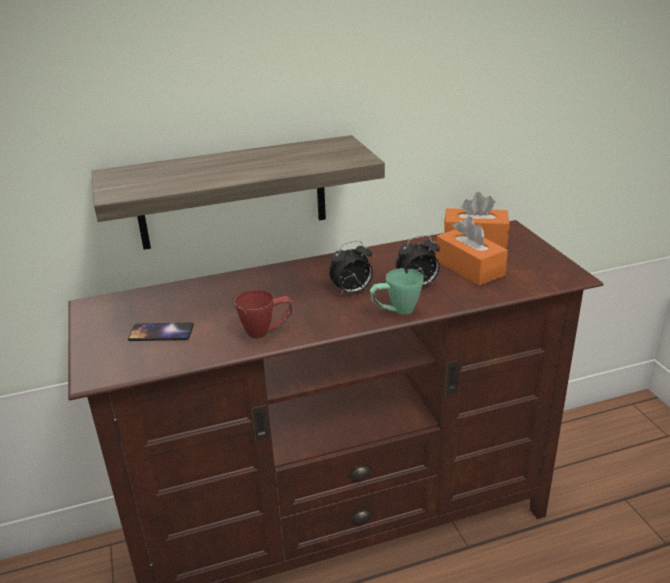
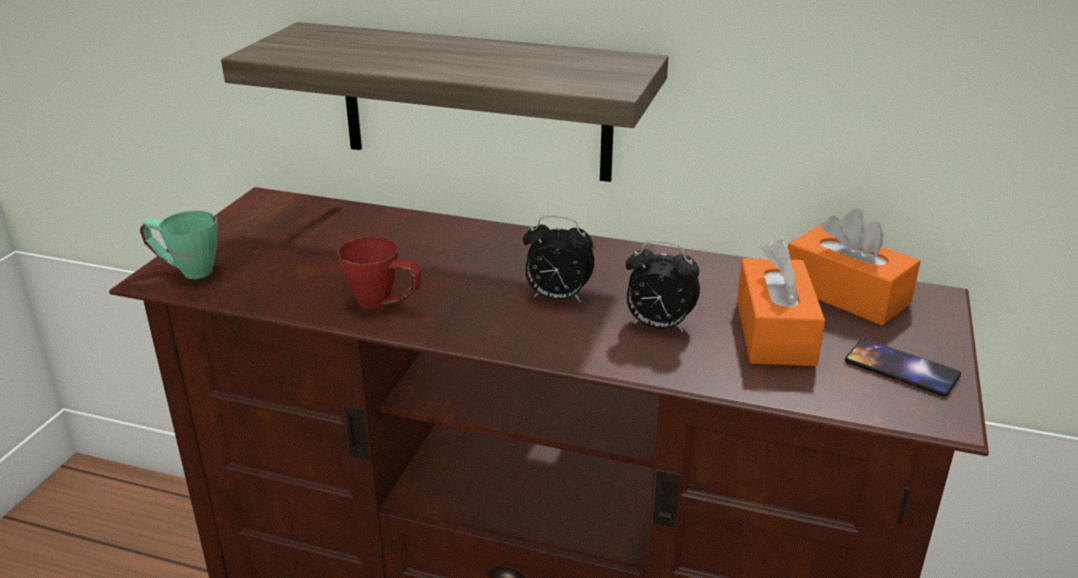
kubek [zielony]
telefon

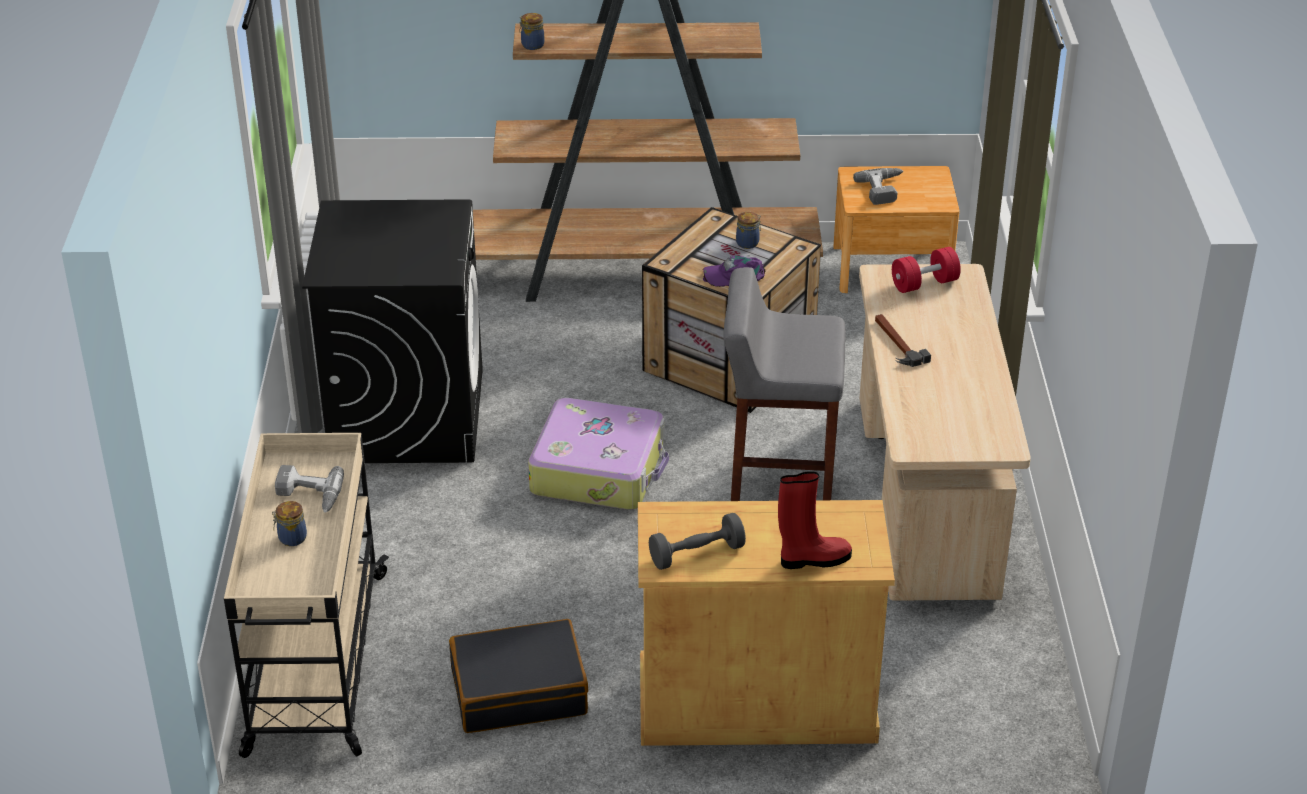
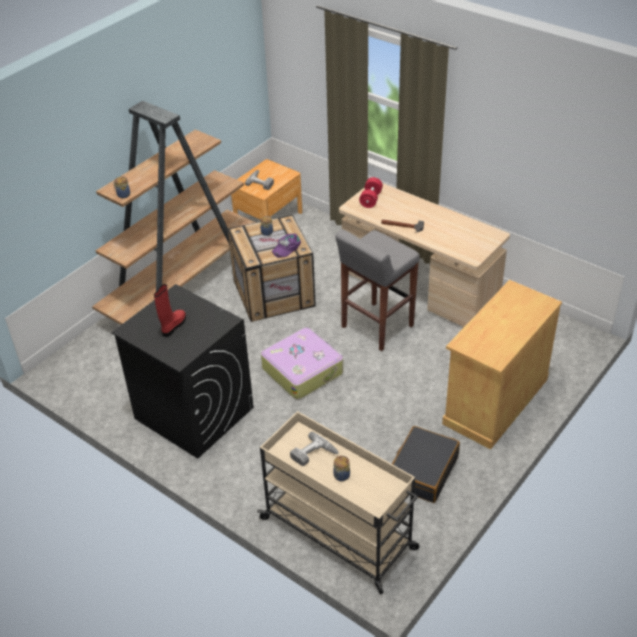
but z cholewką [czerwony]
hantel [szary]

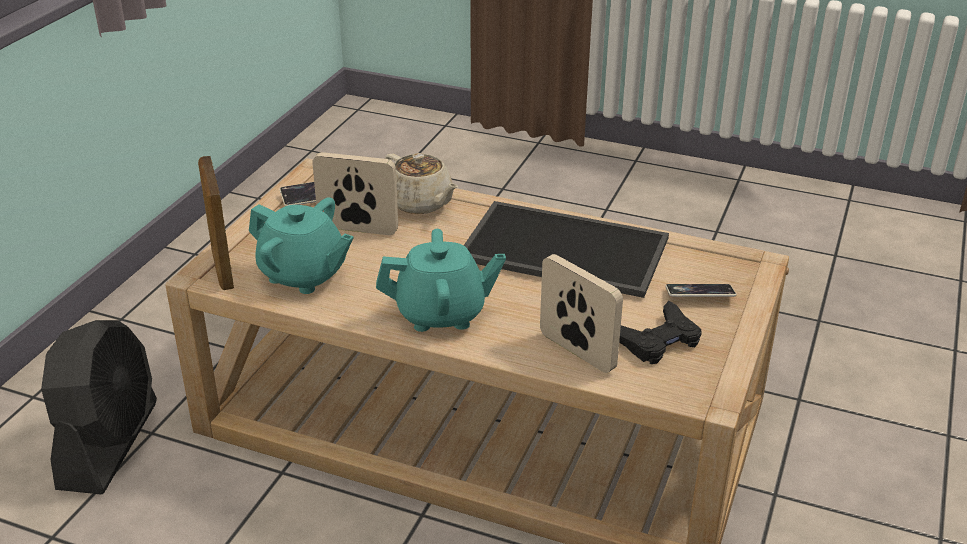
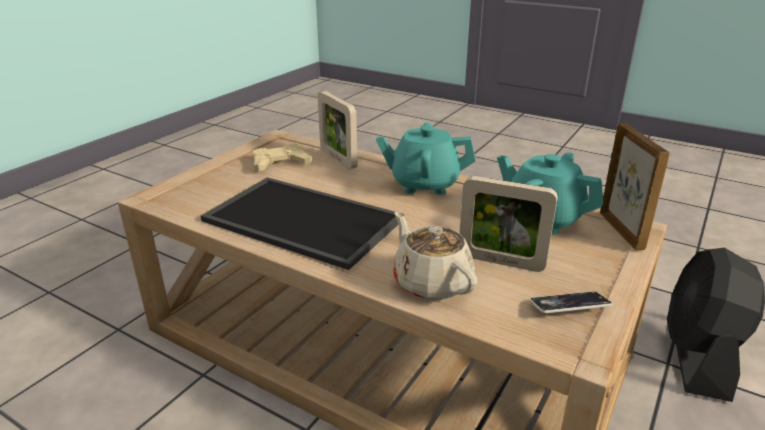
pad do gier [beżowy]
telefon (no. 2 from left in the first image)

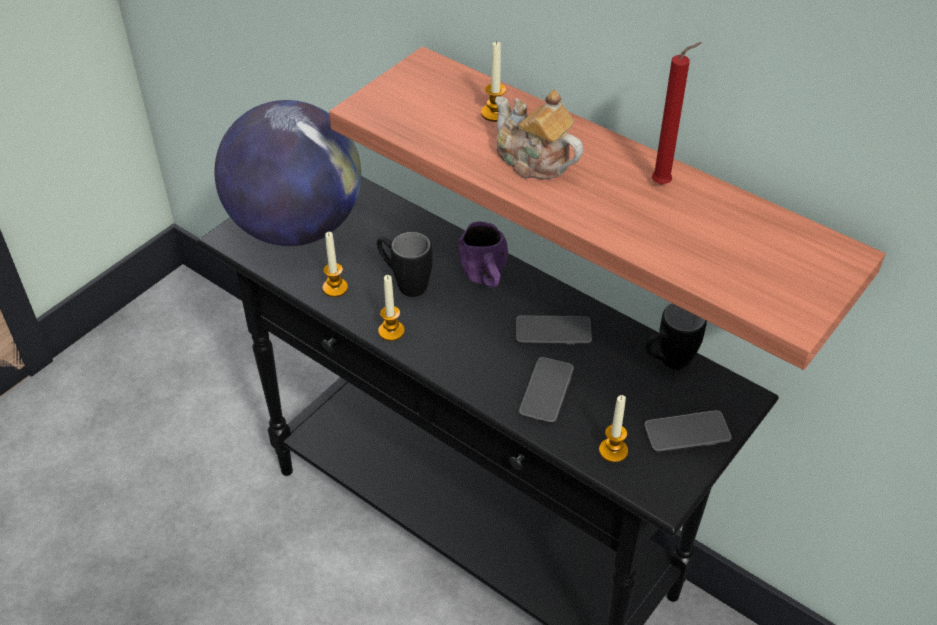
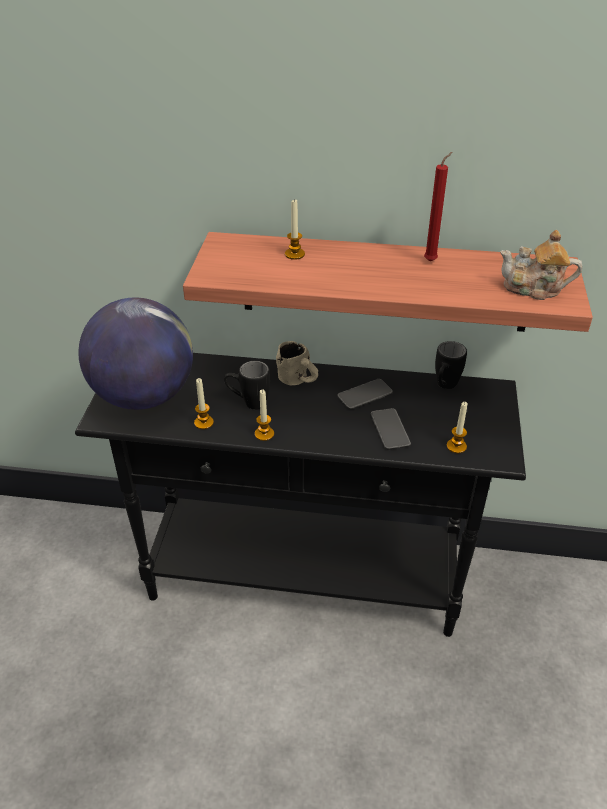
kubek [beżowy]
imbryk
telefon (no. 3 from left in the first image)

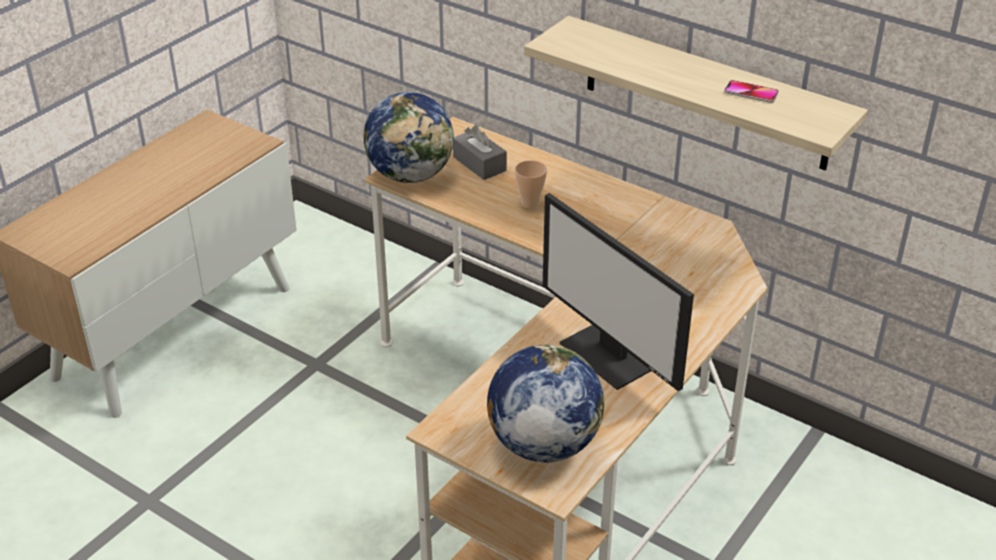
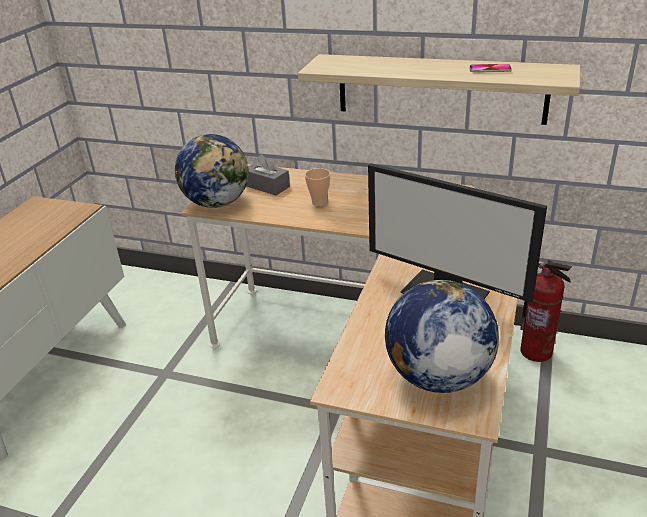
gaśnica

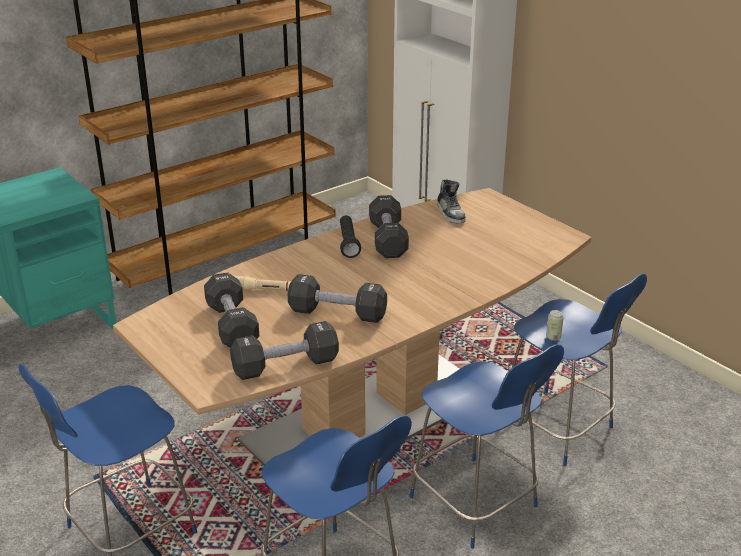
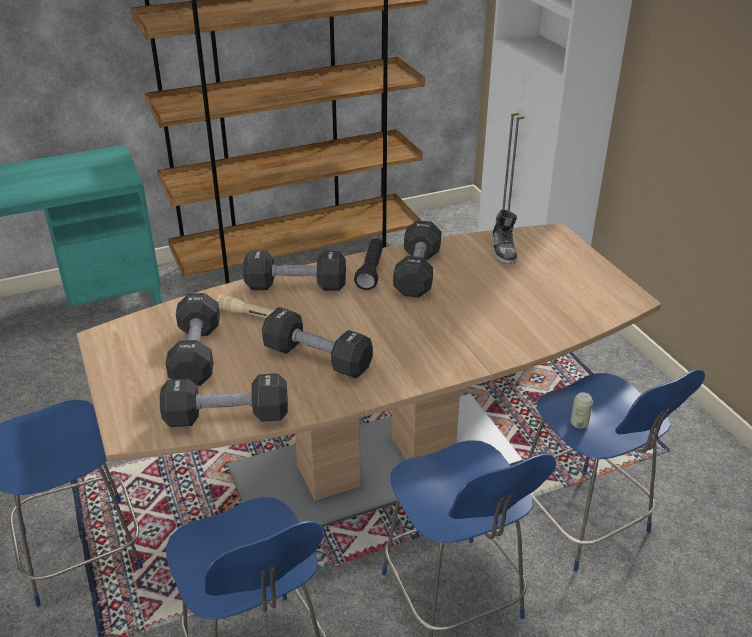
hantel [czarny] (no. 3 from left)

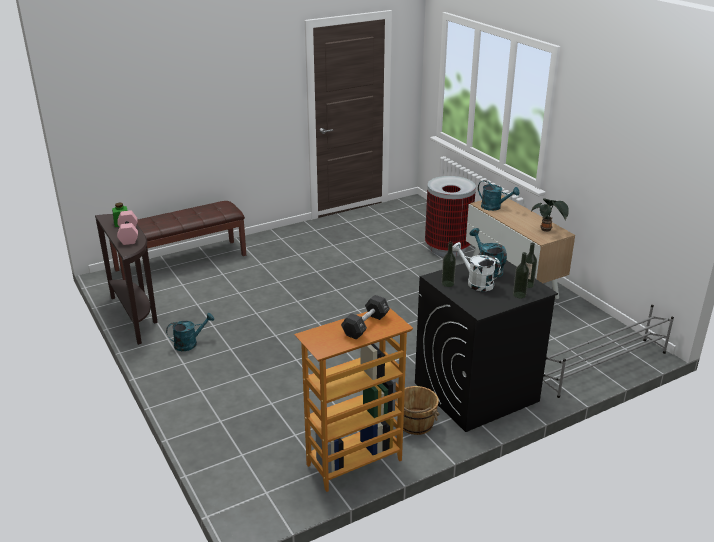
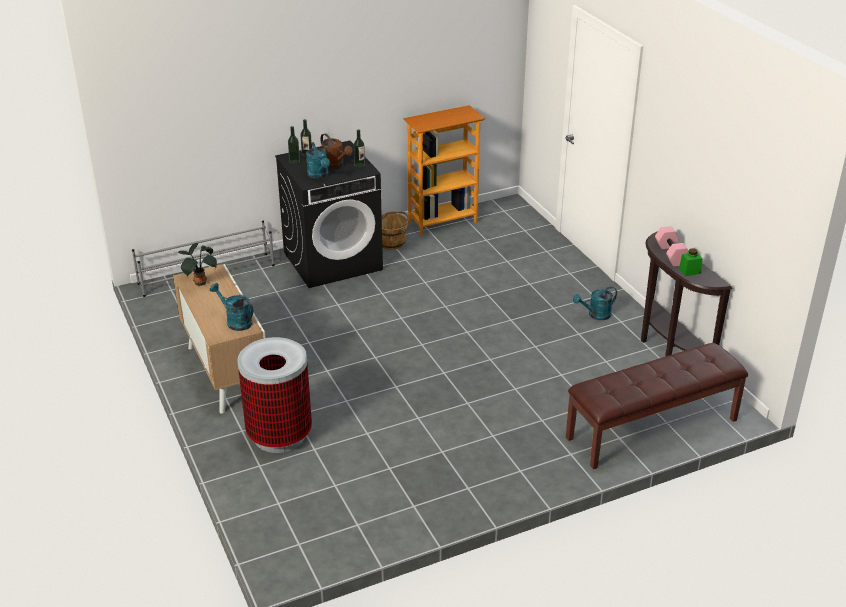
konewka [brązowy]
hantel [czarny]

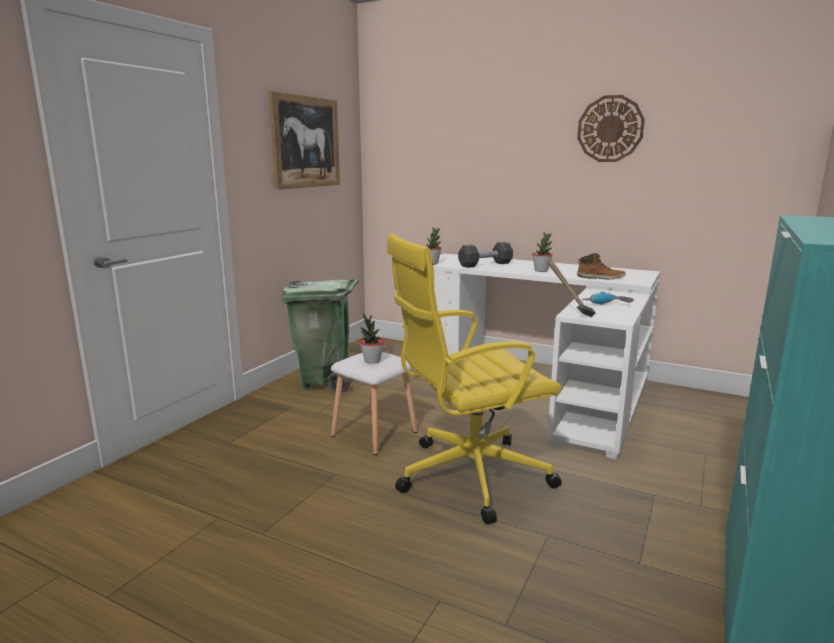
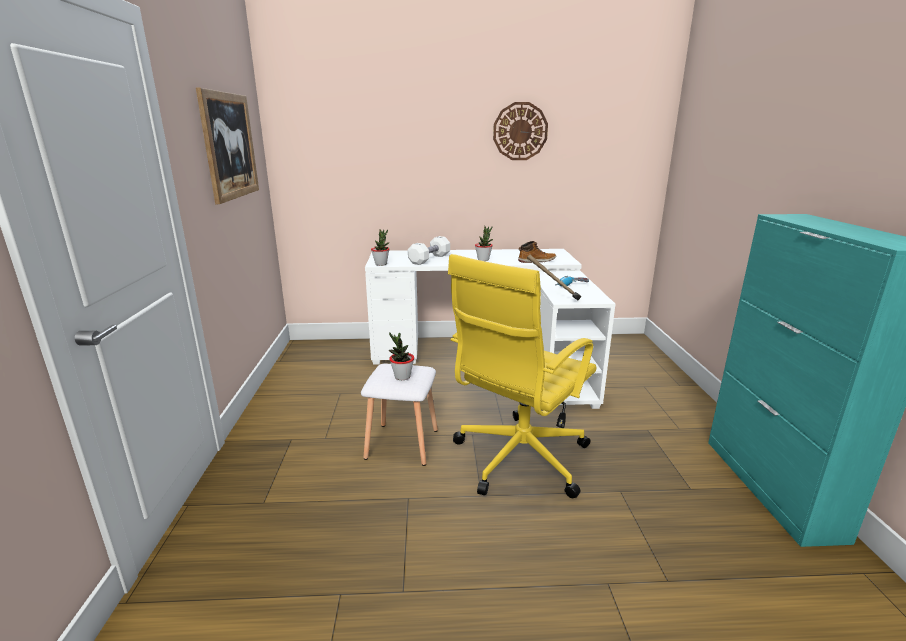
hantel [biały]
kosz na śmieci [zielony]

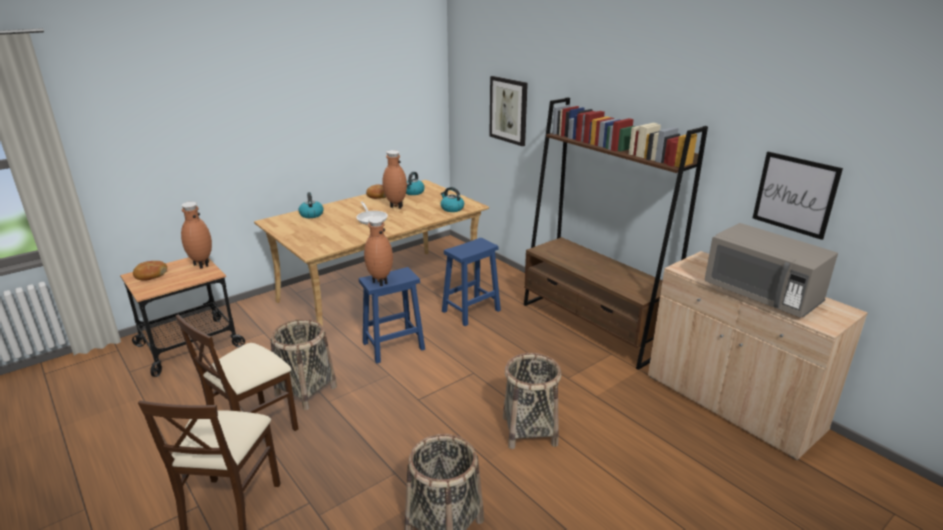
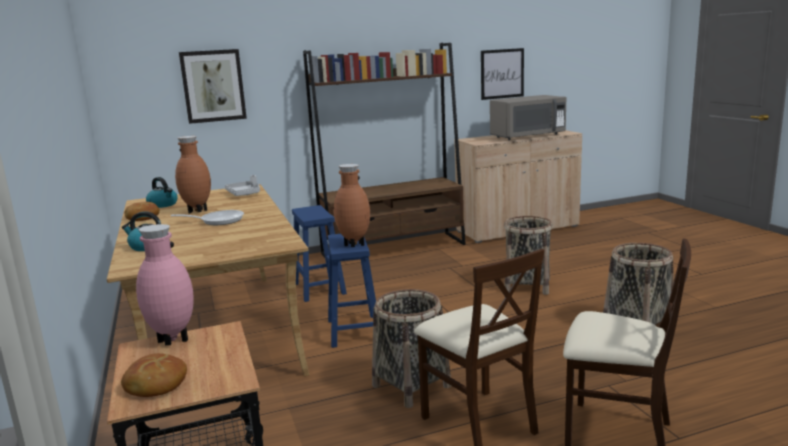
wazon [różowy]
taca [szary]

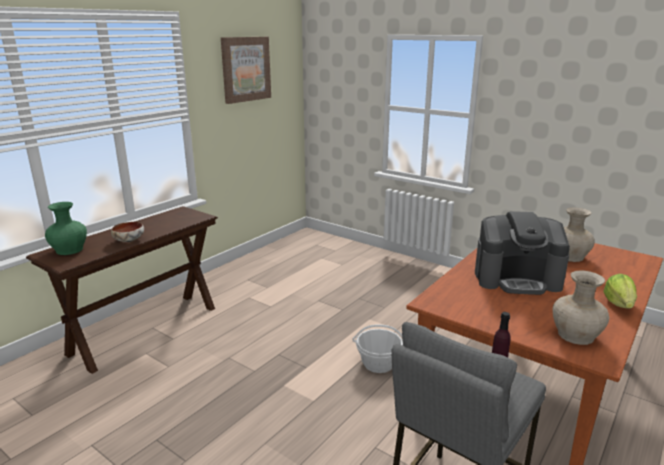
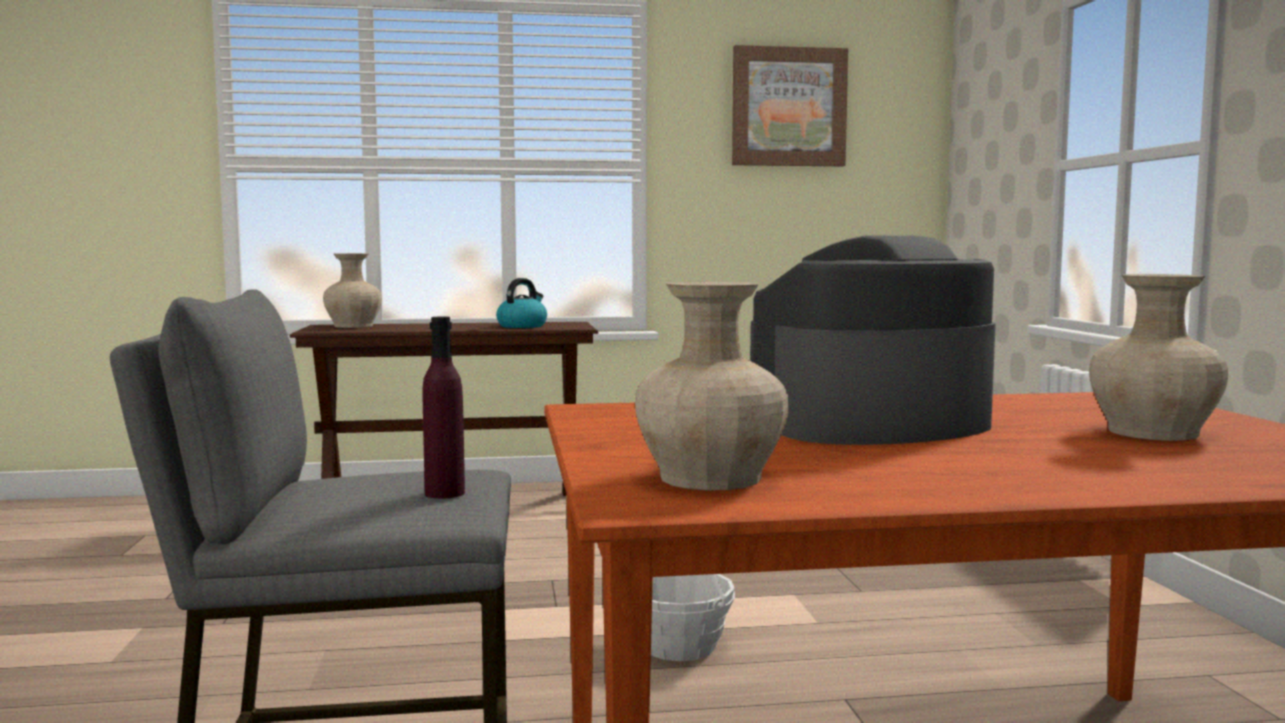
wazon [beżowy] (no. 1 from left)
czajnik
ekspres do kawy
miska
sałata

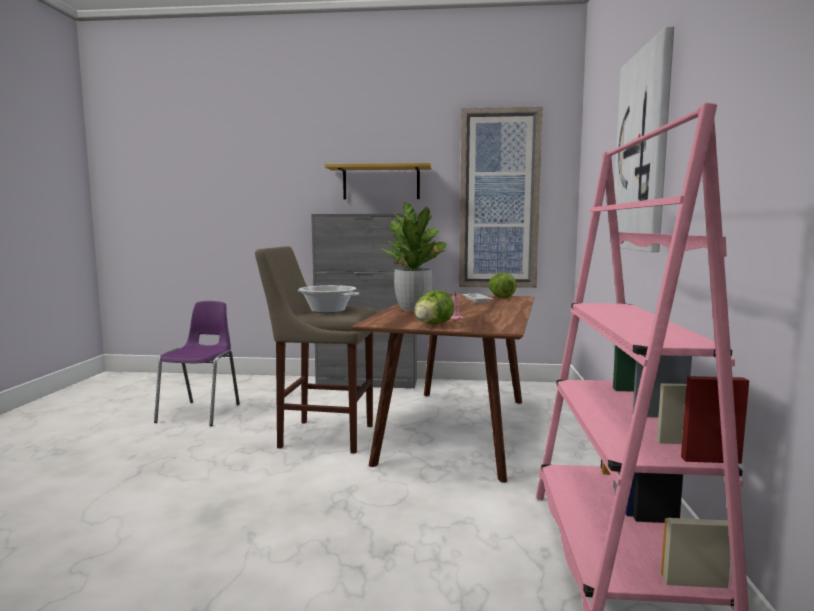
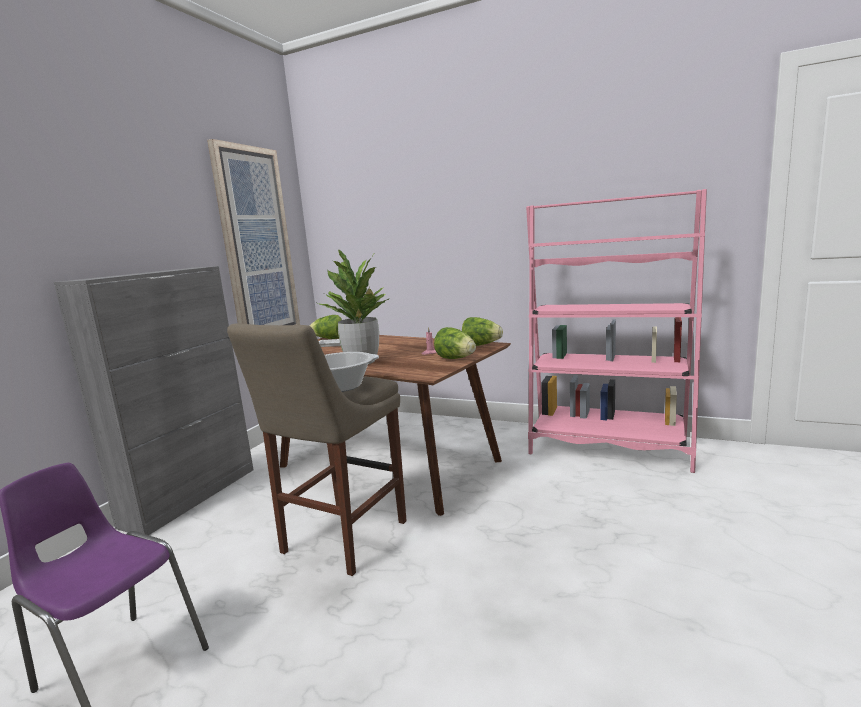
sałata (no. 3 from left)
półka
obraz (no. 2 from left in the first image)

